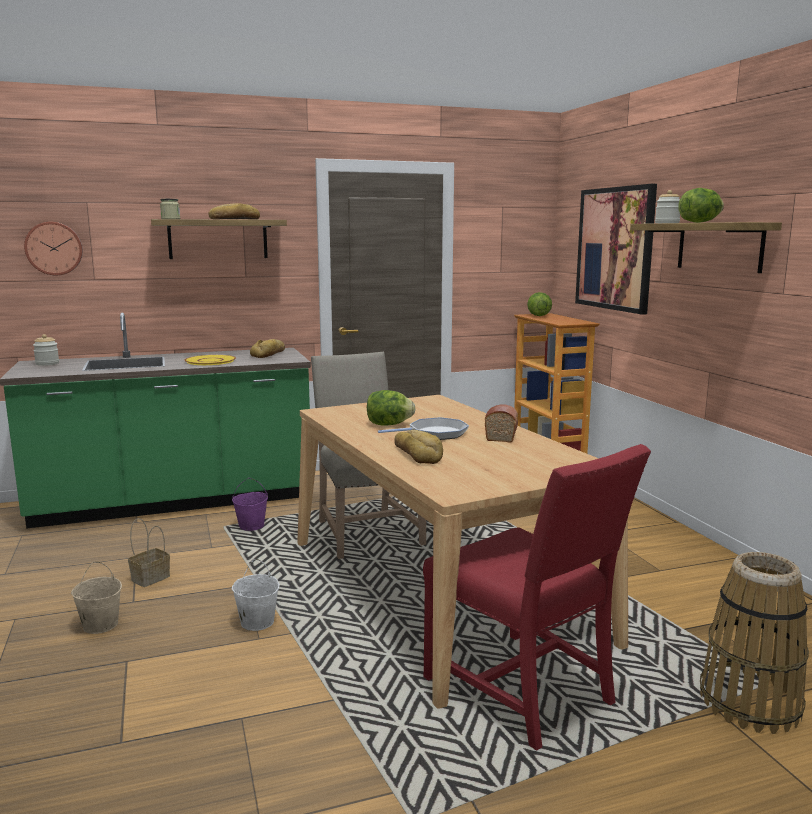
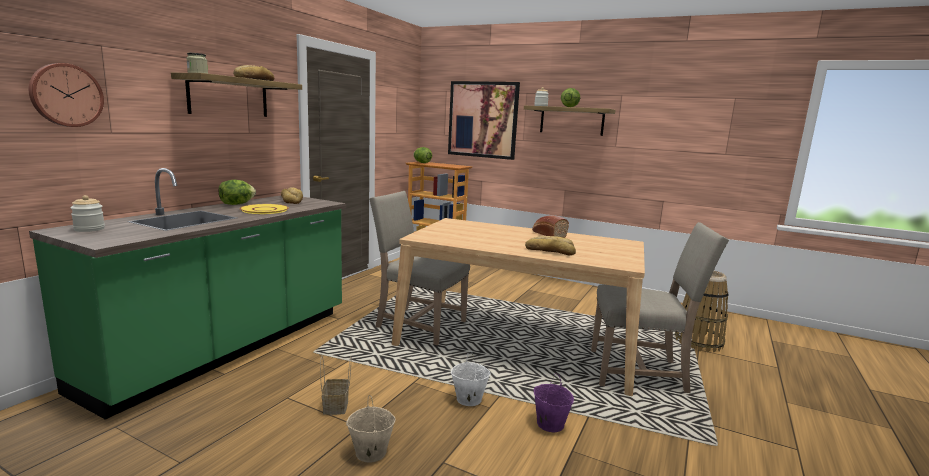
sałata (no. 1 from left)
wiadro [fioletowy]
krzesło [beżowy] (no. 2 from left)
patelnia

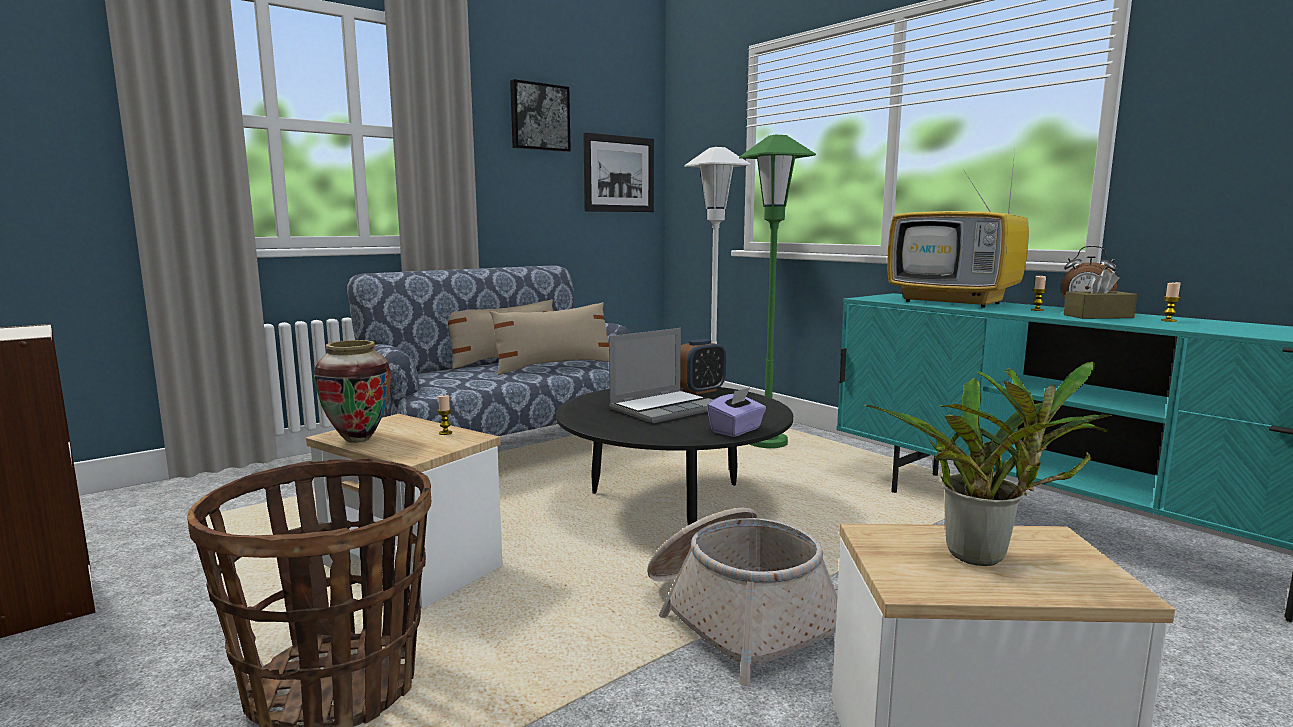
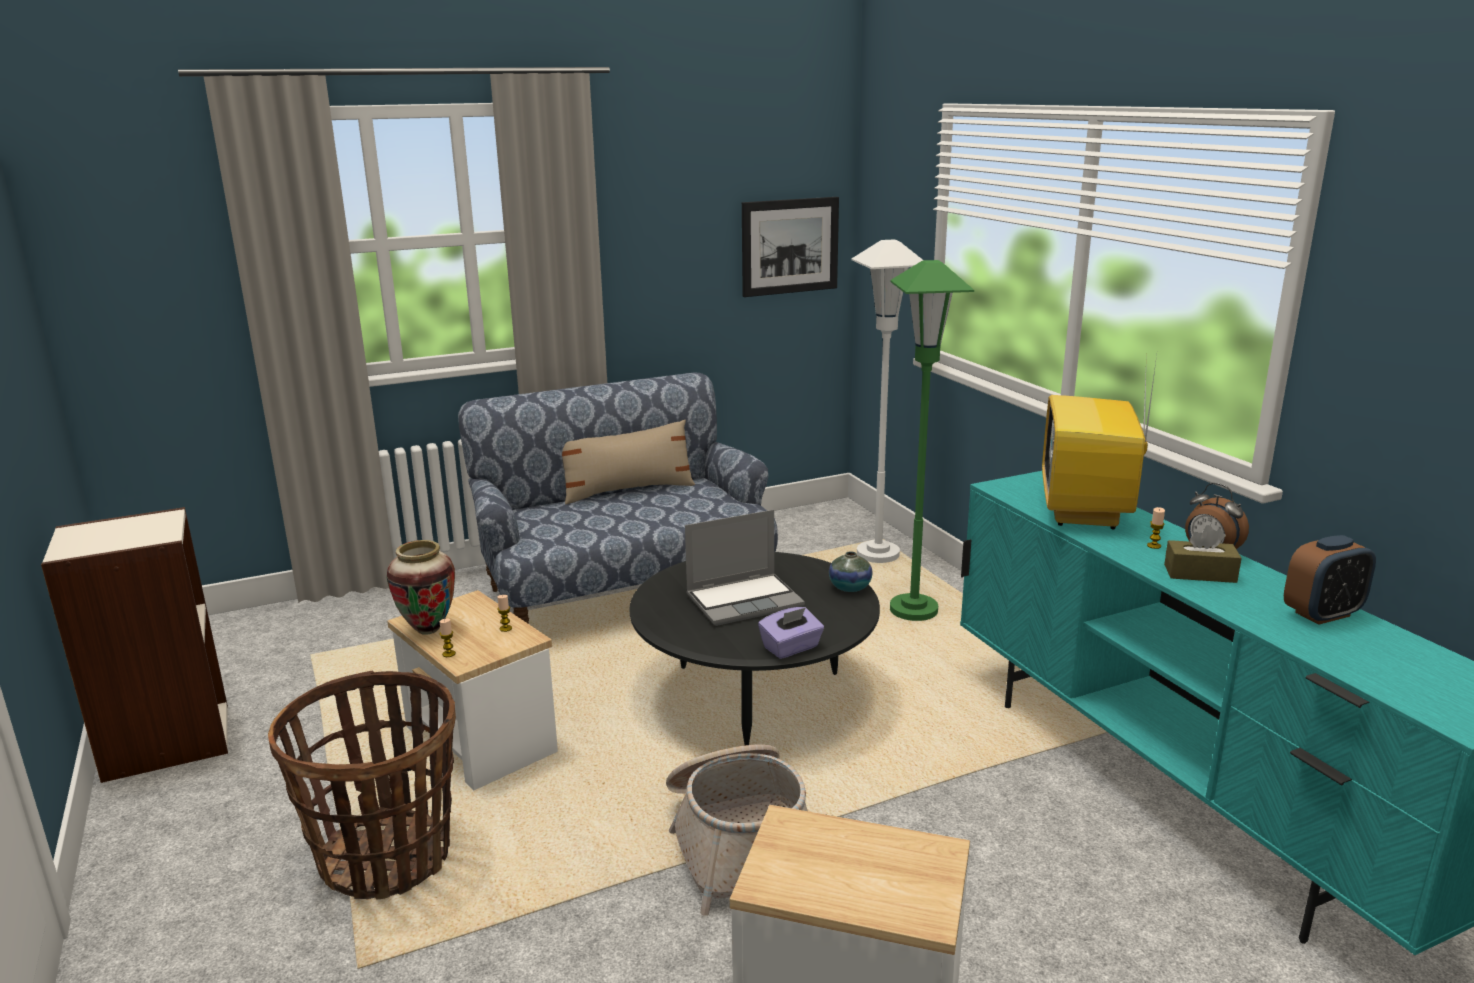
świeca (no. 1 from left)
wazon (no. 2 from left)
telewizor
budzik (no. 2 from left)
poduszka [beżowy] (no. 2 from left in the first image)
obraz (no. 1 from left in the first image)
roślina doniczkowa

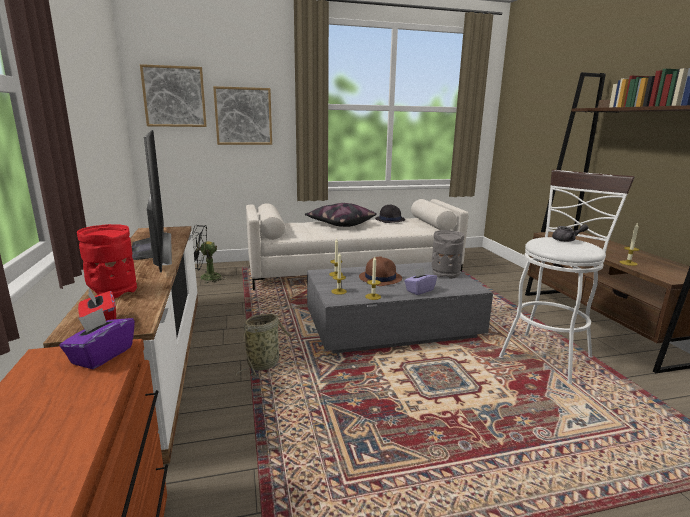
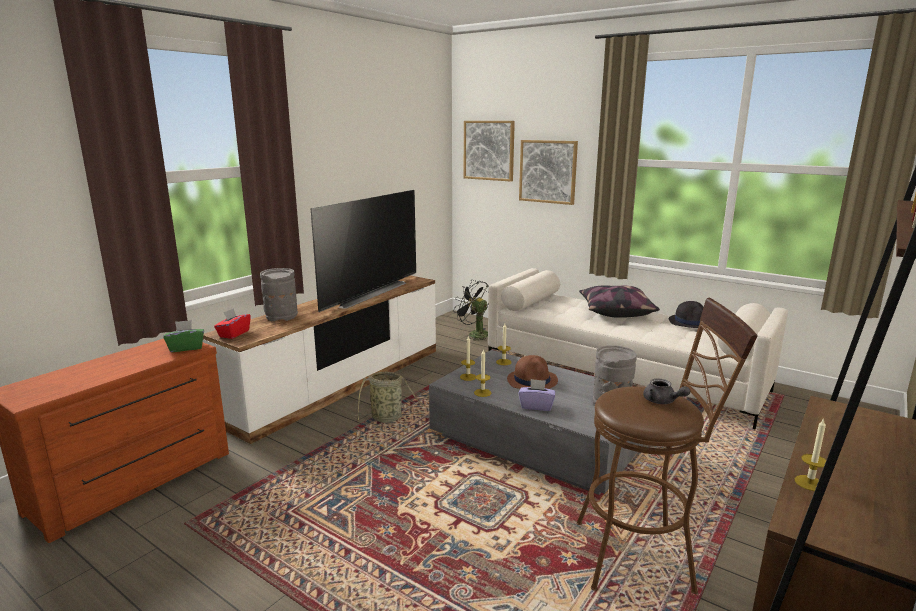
pudełko chusteczek [zielony]
wazon [szary] (no. 1 from left)
stołek [brązowy]

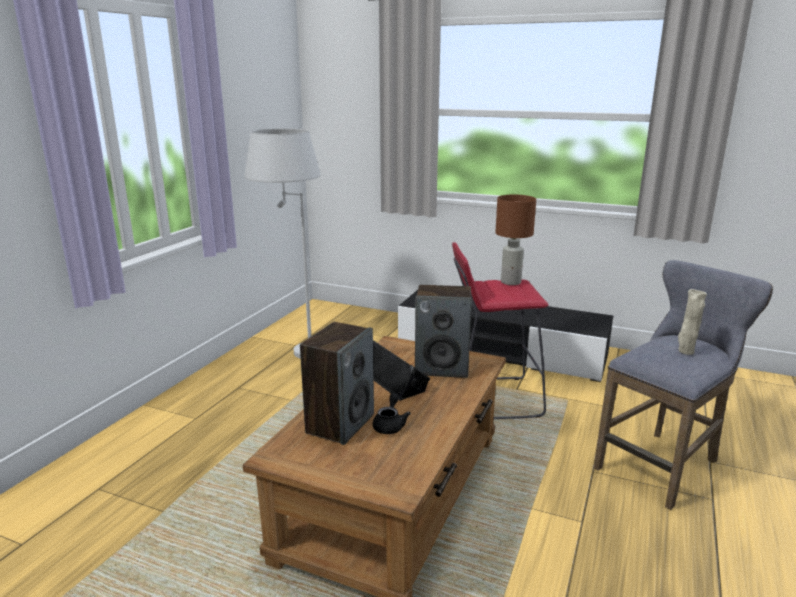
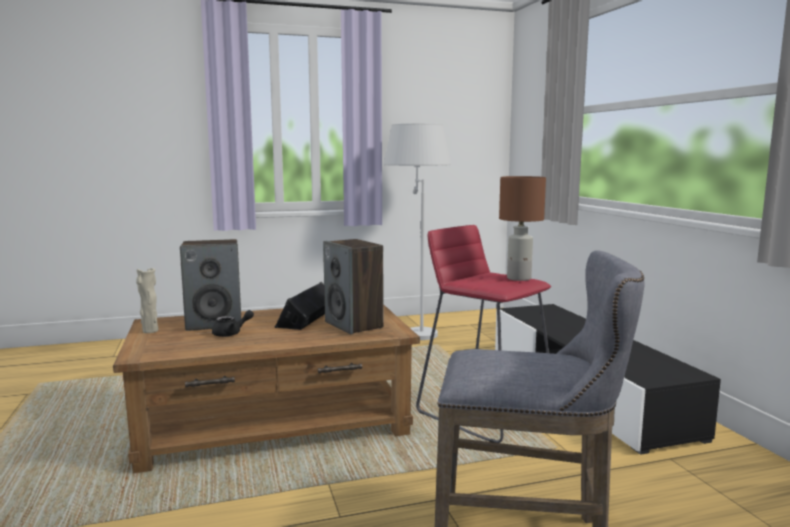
wazon [beżowy]

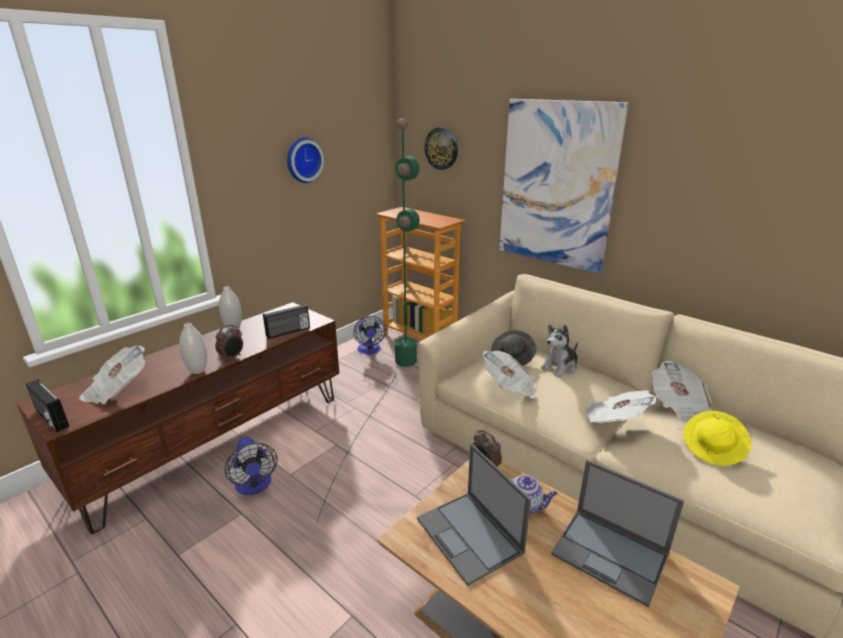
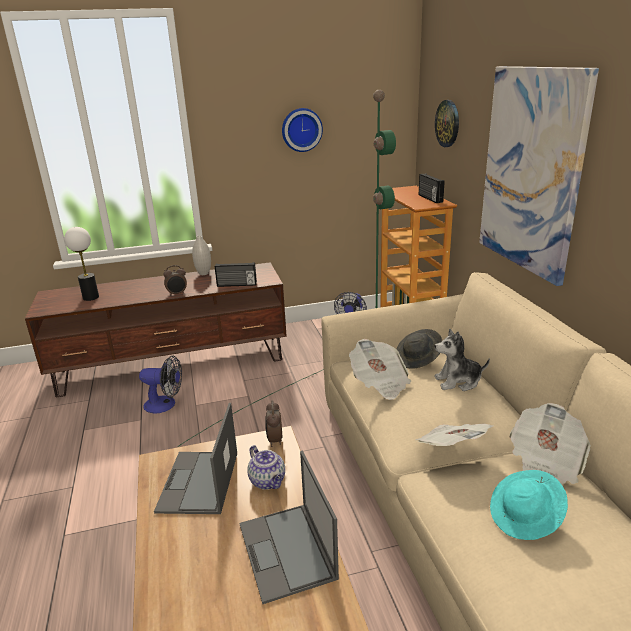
lampa stołowa
wentylator (no. 1 from left)
radio (no. 2 from left)
kapelusz [turkusowy]
wazon [biały] (no. 1 from left in the first image)

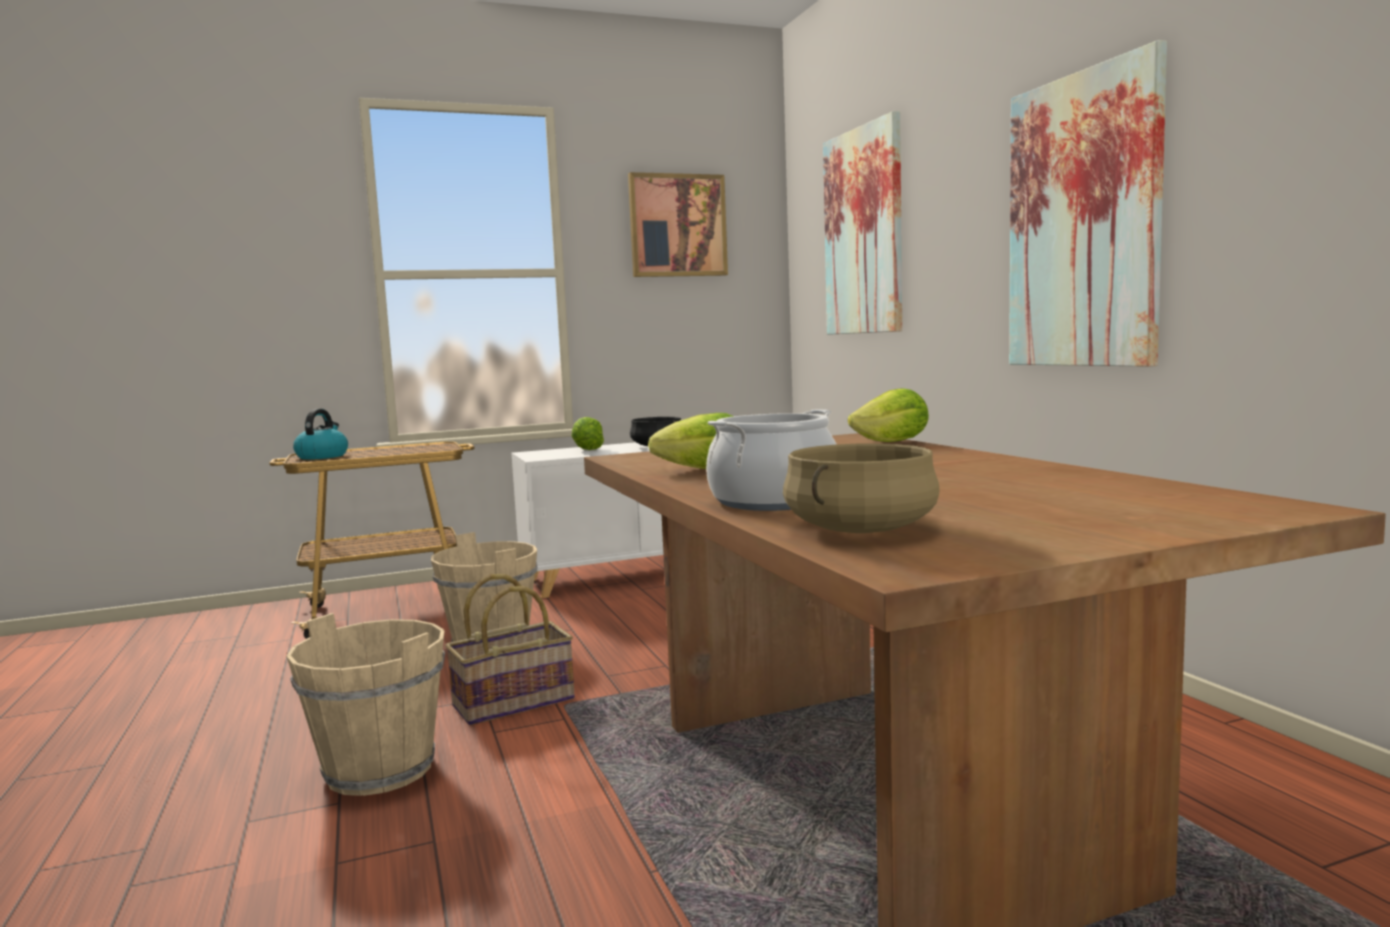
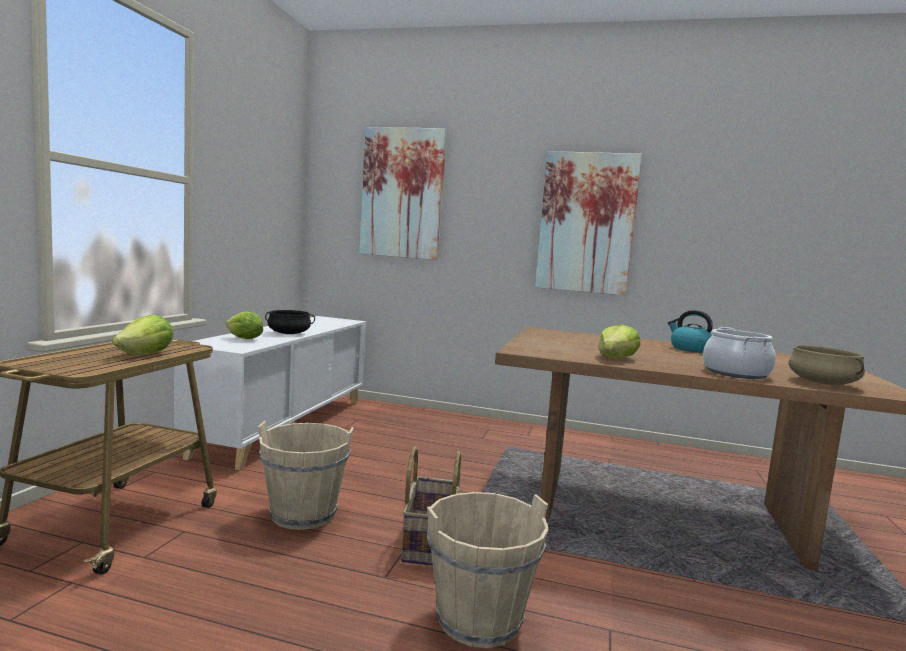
sałata (no. 1 from left)
czajnik
obraz (no. 1 from left in the first image)

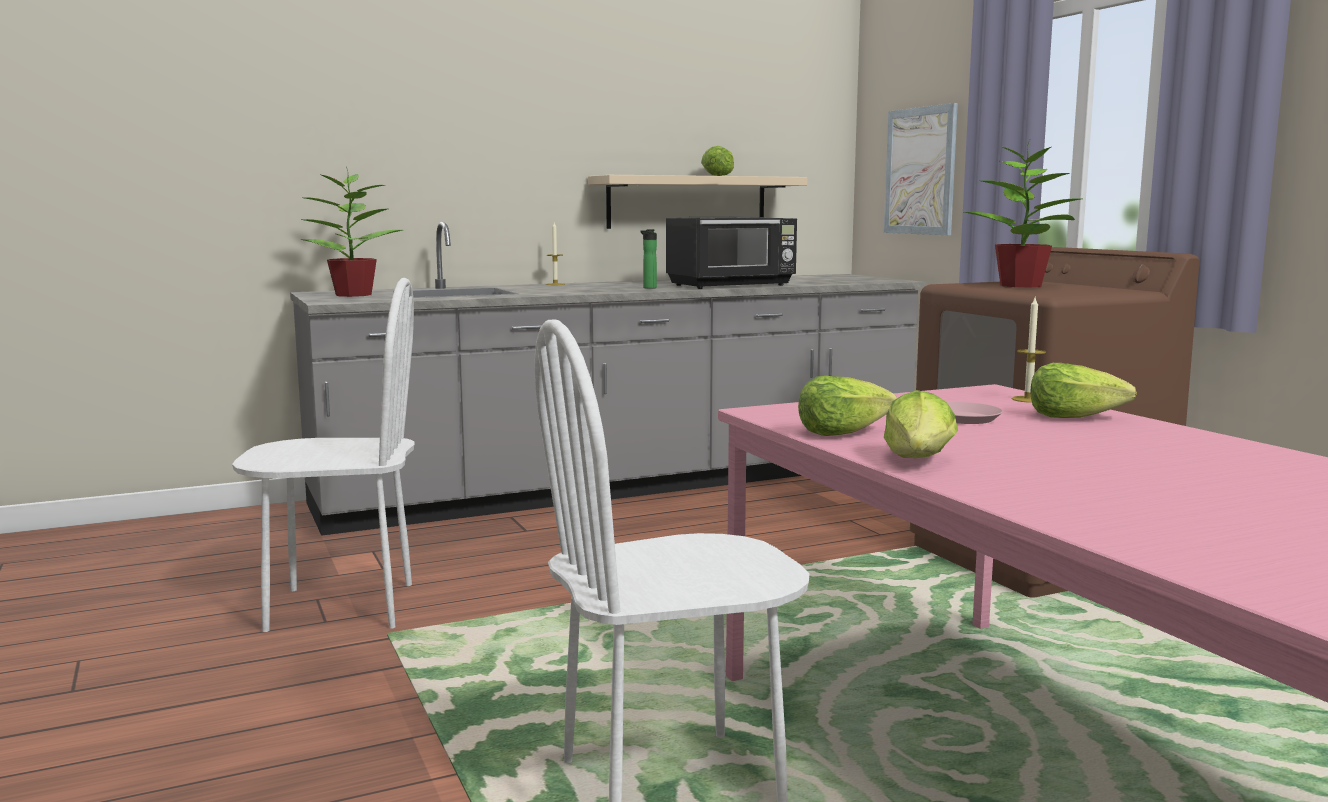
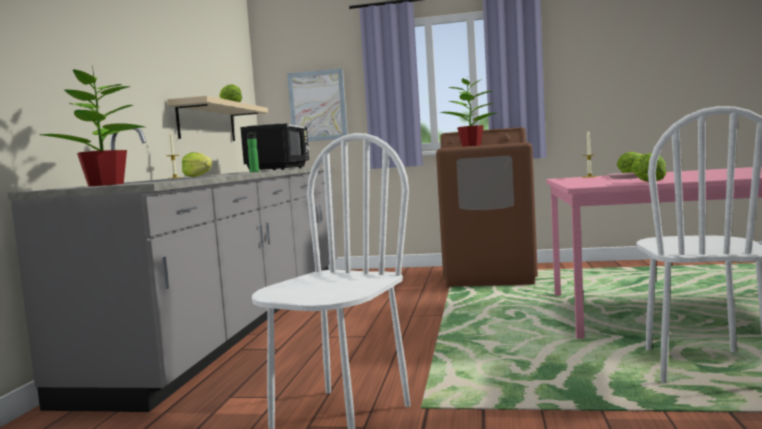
sałata (no. 1 from left)

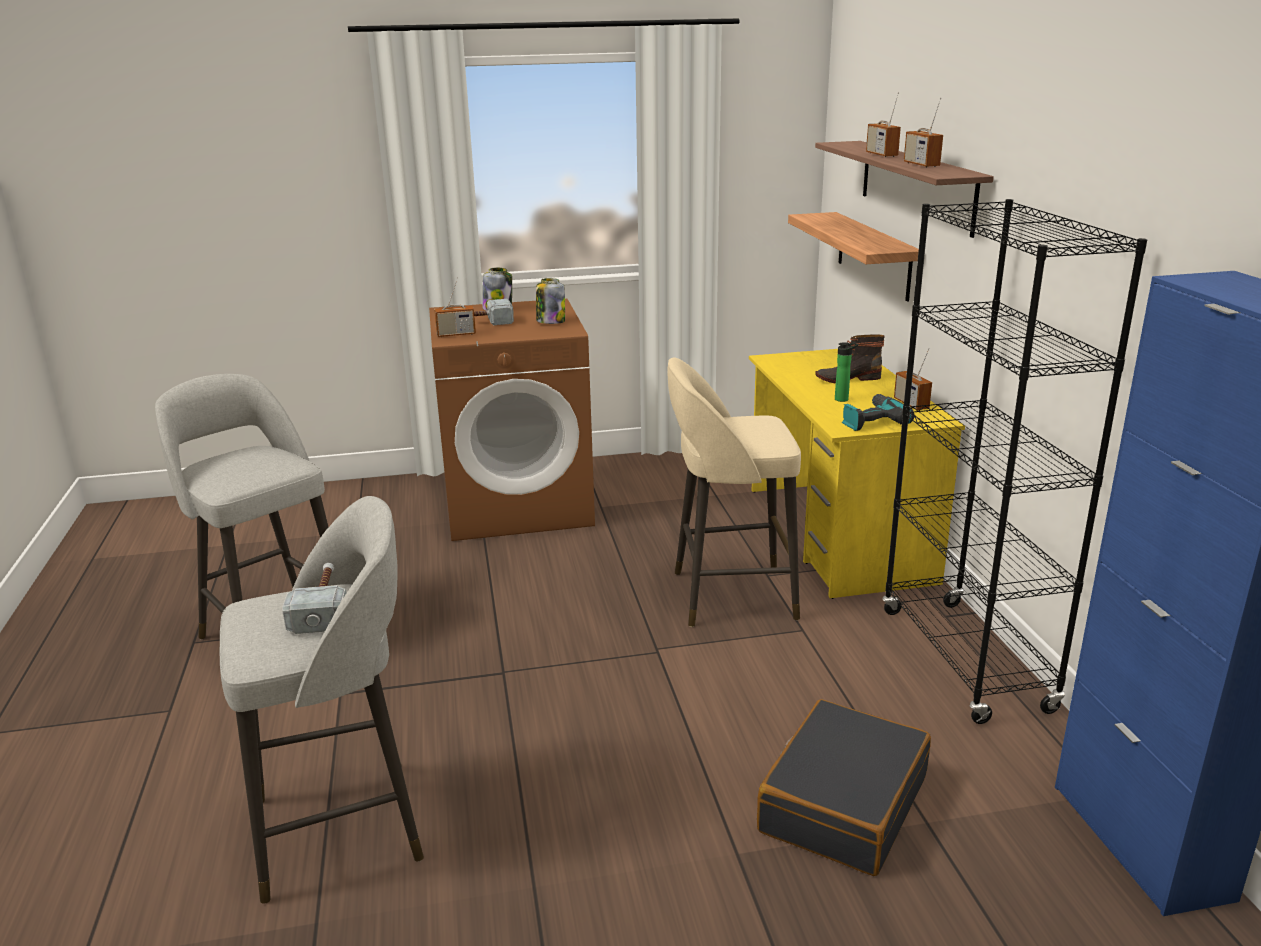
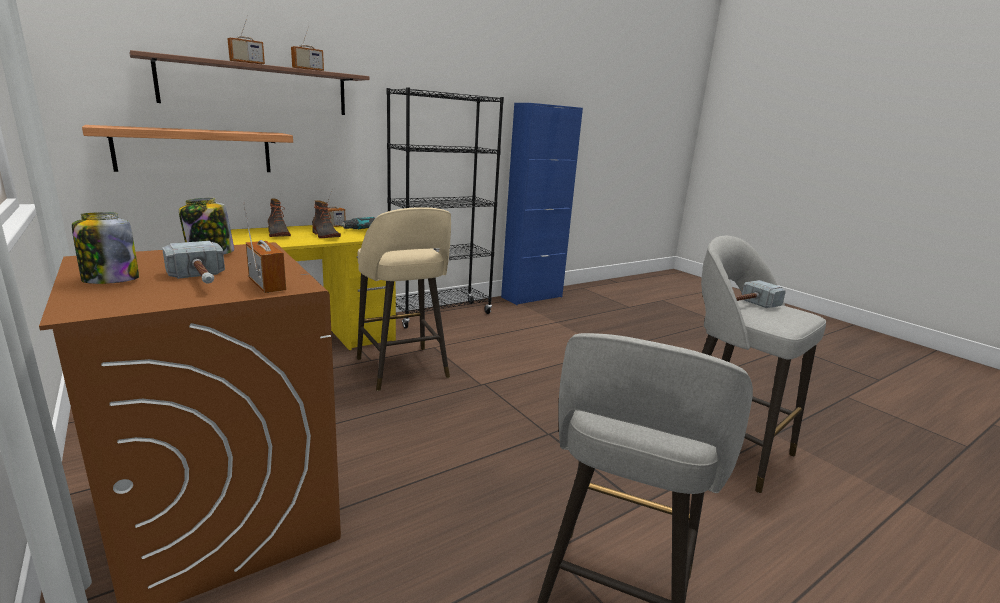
but z cholewką (no. 2 from left)
walizka [czarny]

